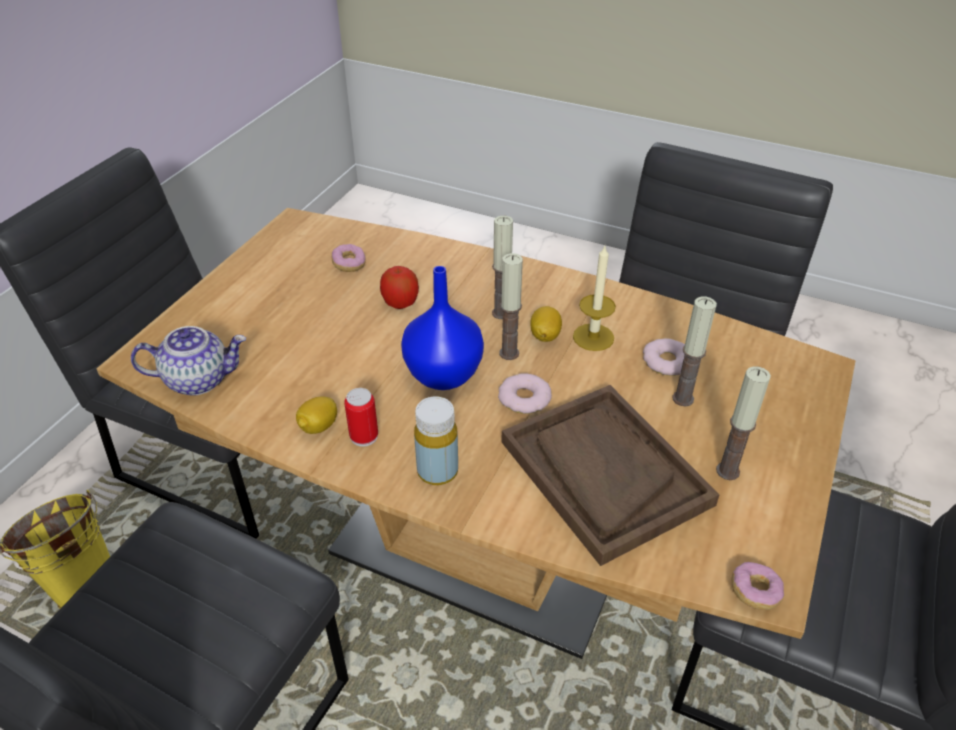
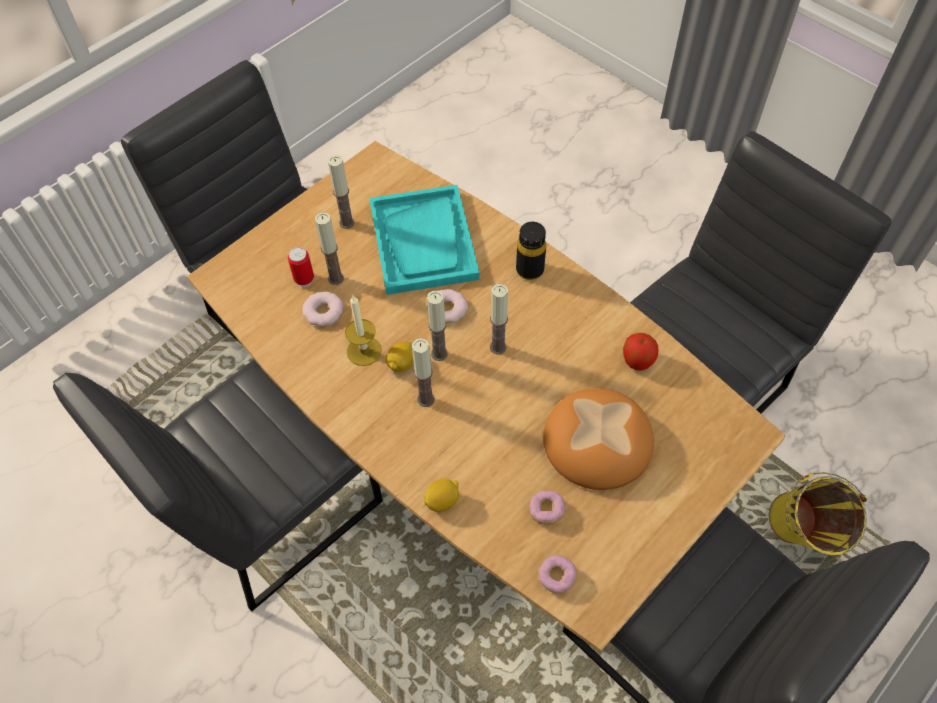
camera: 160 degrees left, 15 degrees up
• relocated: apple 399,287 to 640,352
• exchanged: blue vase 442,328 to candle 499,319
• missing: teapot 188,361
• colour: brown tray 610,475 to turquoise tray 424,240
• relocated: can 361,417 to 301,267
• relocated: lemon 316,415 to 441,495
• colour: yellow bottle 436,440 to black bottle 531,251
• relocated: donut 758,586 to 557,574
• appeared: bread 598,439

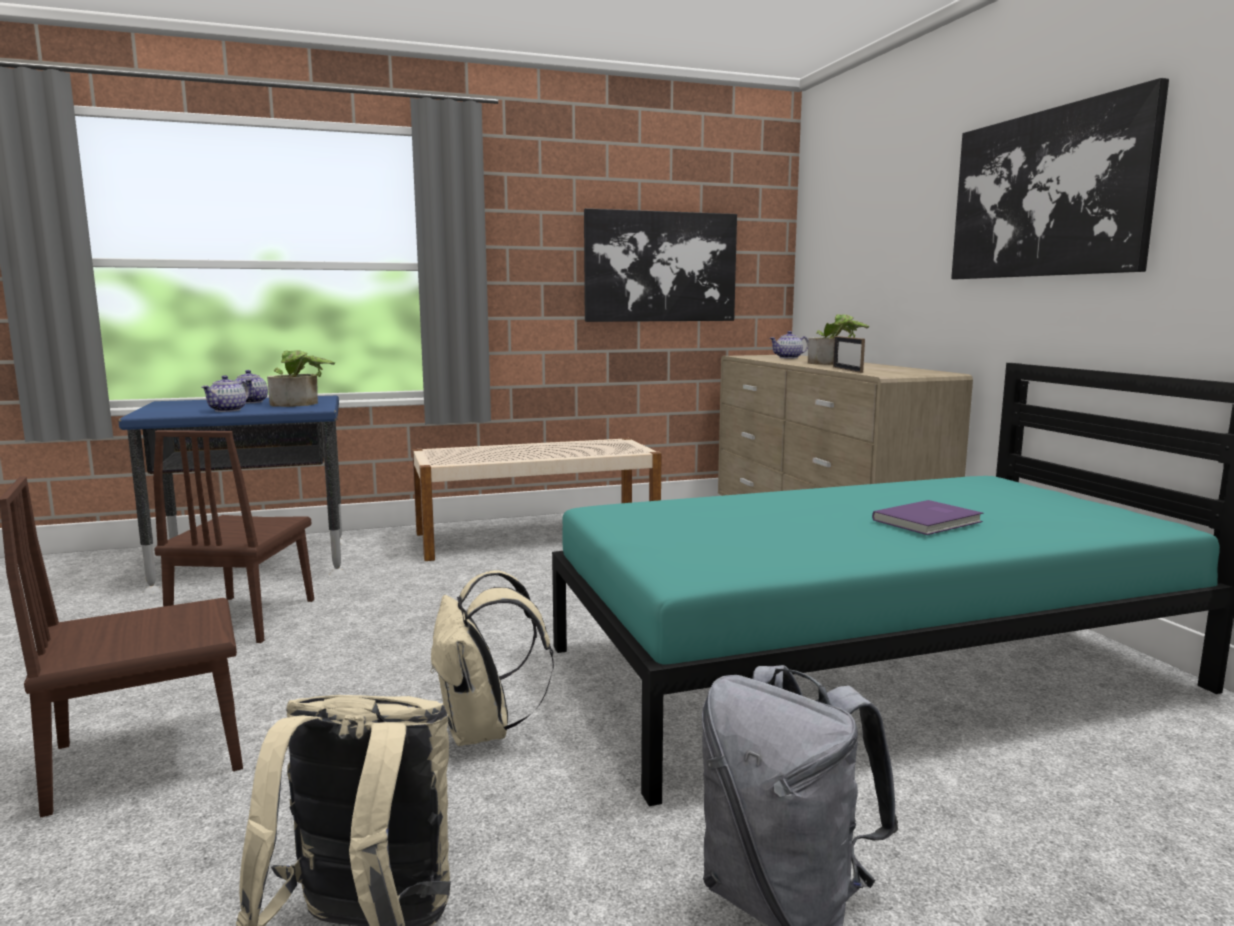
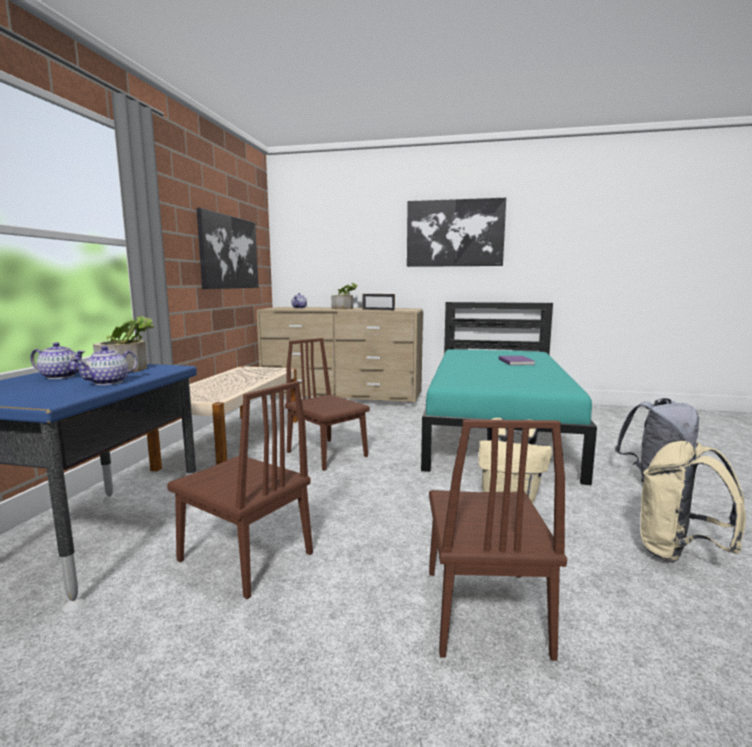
camera: 60 degrees left, 0 degrees up
• spun: teapot 225,393 = 104,365 75 degrees clockwise
• appeared: brown chair 327,404

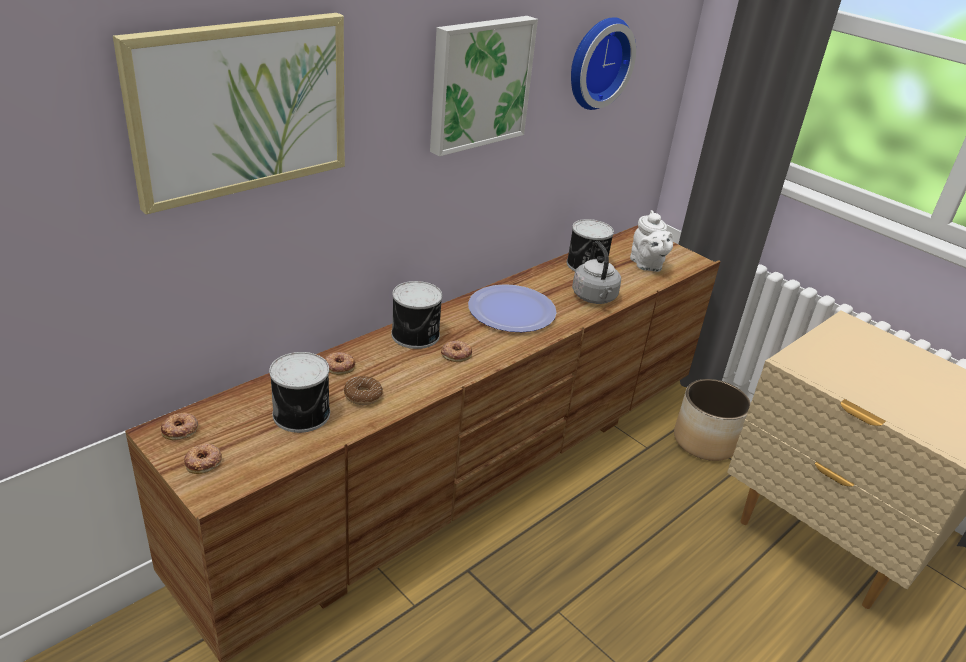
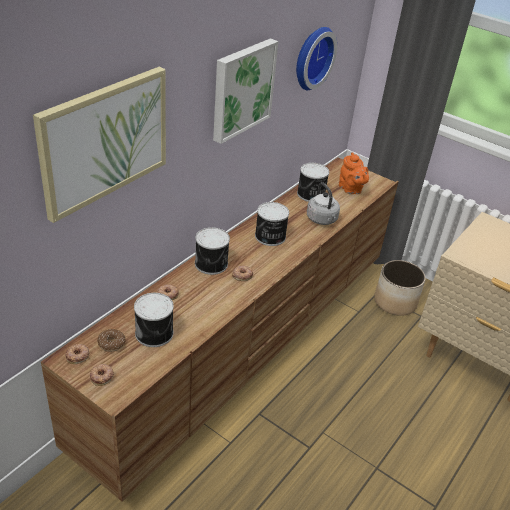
camera: 10 degrees left, 5 degrees up
• colour: white teapot 651,241 to orange teapot 354,173
• exchanged: plate 512,308 to can 272,224
• relocated: donut 363,390 to 111,340

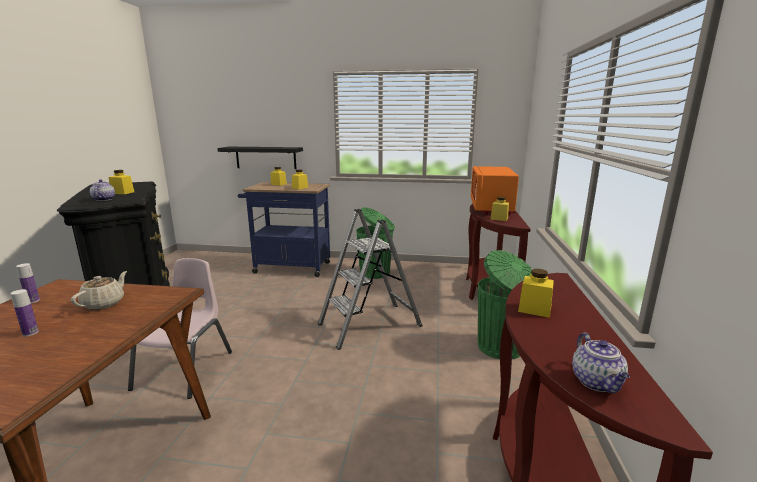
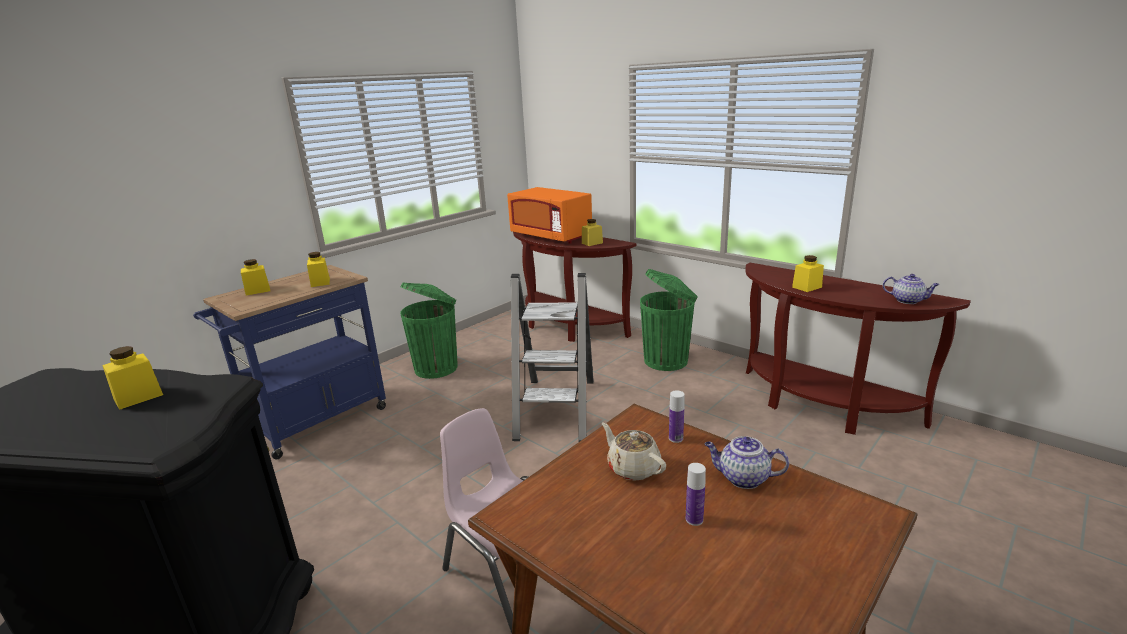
camera: 55 degrees left, 5 degrees up
• missing: black shelf 260,158
• relocated: teapot 102,190 to 747,462
• relocated: bottle 28,283 to 676,416

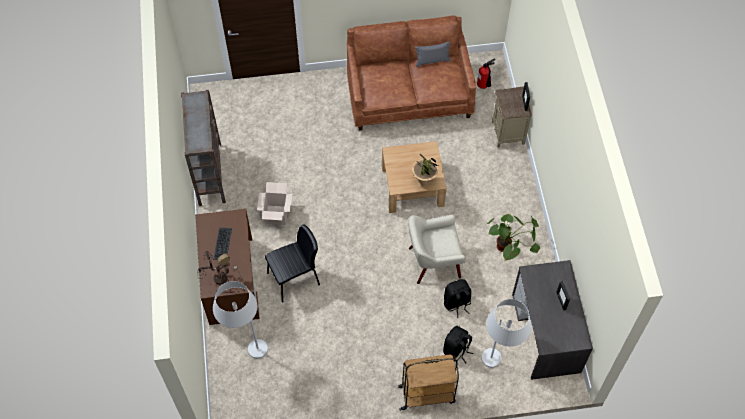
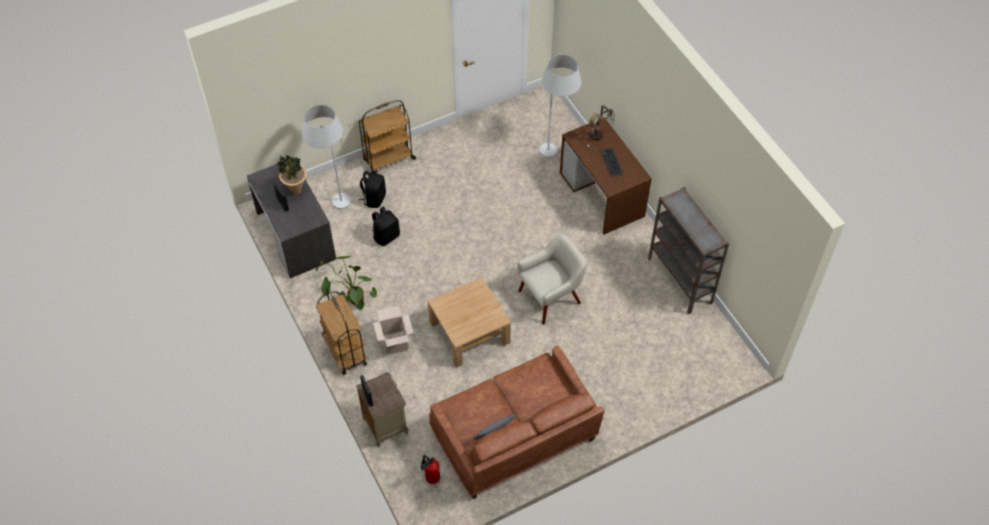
camera: 160 degrees right, 5 degrees down
• relocated: potted plant 425,169 to 292,174
• relocated: cardboard box 275,203 to 393,330
• relocated: beige armchair 437,249 to 551,279
• missing: black chair 292,264
• appeared: brown cart 341,332

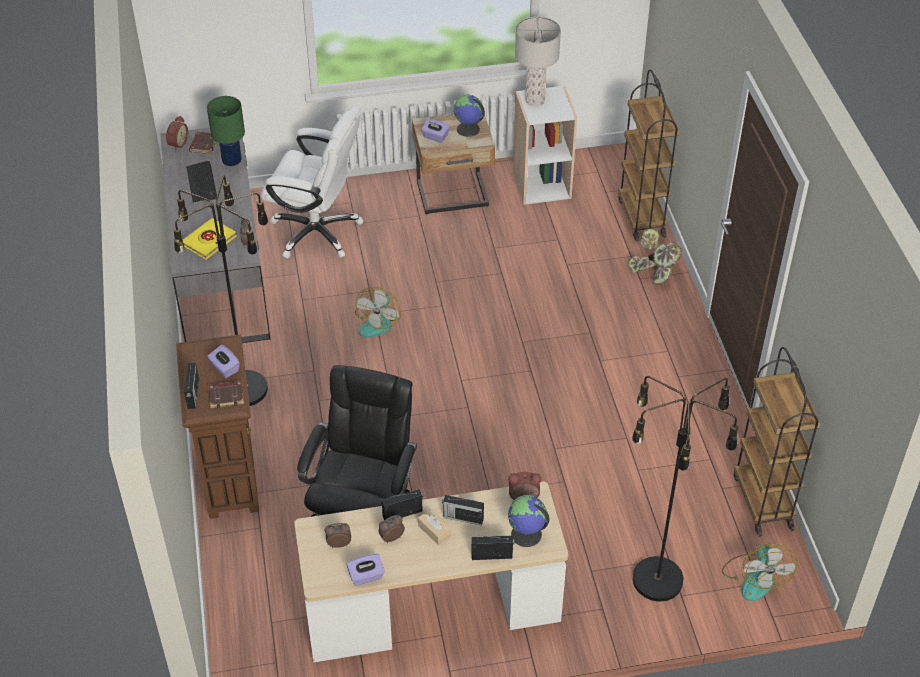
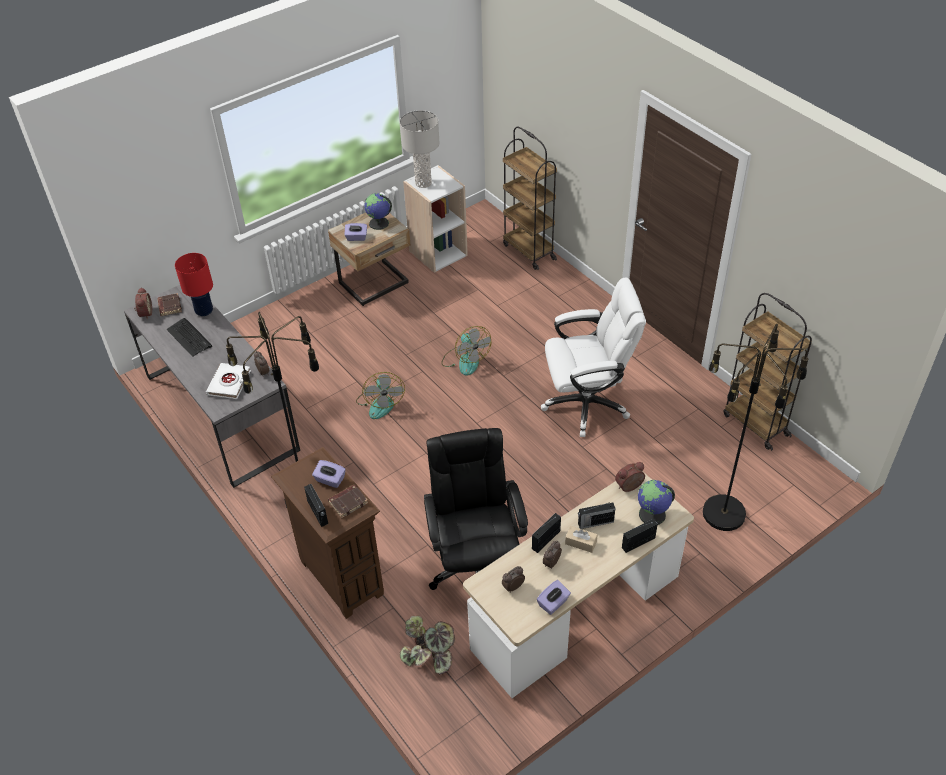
camera: 25 degrees left, 0 degrees up
• colour: green table lamp 226,131 to red table lamp 194,284
• relocated: white office chair 312,182 to 593,357
• colour: yellow book 209,239 to white book 228,381
• relocated: potted plant 655,257 to 427,645
• relocated: fan 759,572 to 466,351

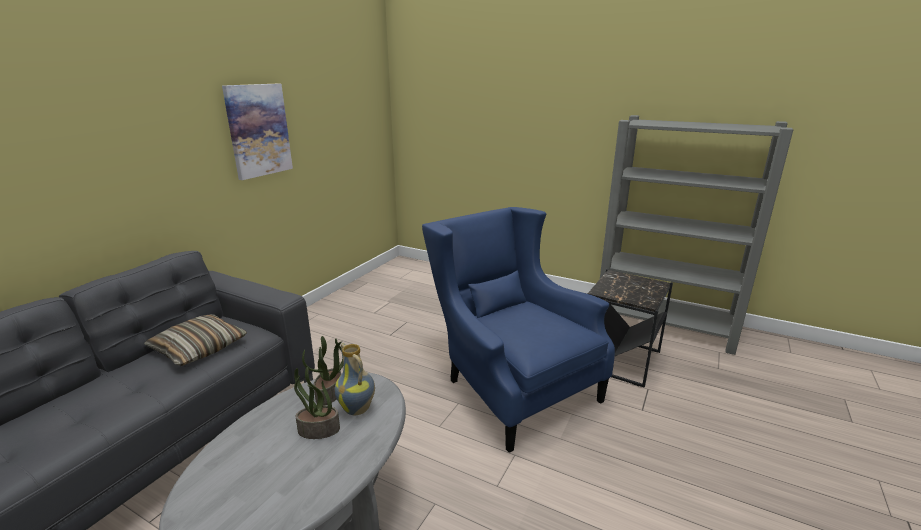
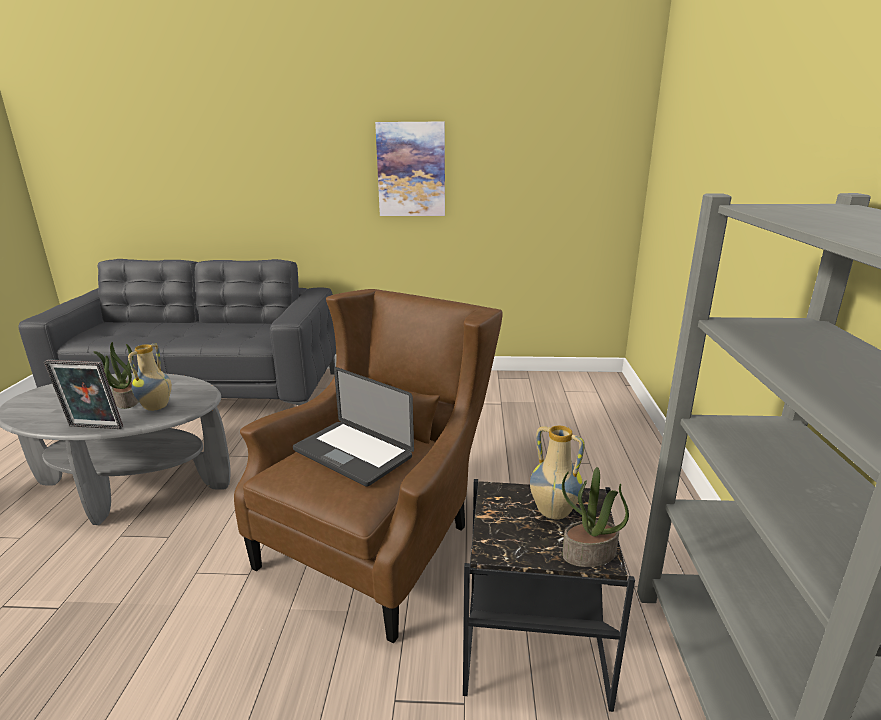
camera: 65 degrees right, 0 degrees up
• colour: blue armchair 518,330 to brown armchair 368,466
• missing: pillow 195,340
• relocated: potted plant 323,370 to 595,517
• appeared: picture frame 83,394
• appeared: laptop 353,427
• appeared: vase 557,473

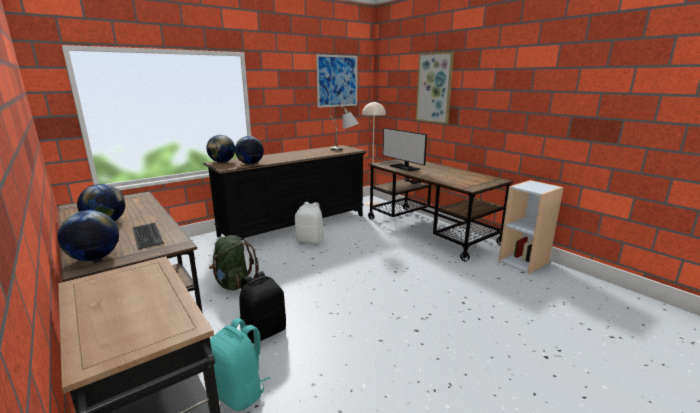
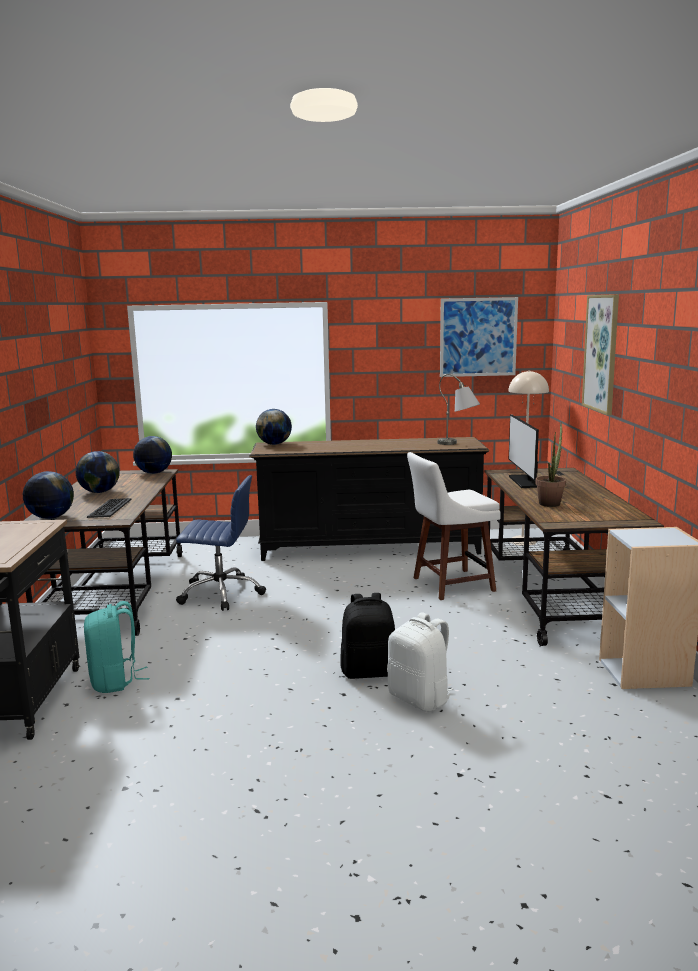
camera: 35 degrees right, 5 degrees down
• relocated: globe 249,150 to 152,455
• relocated: white backpack 309,223 to 420,662
• exchanged: green backpack 234,263 to blue office chair 221,543
• relocated: black backpack 262,307 to 367,636
• appeared: potted plant 550,465
• appeared: white stool 454,526

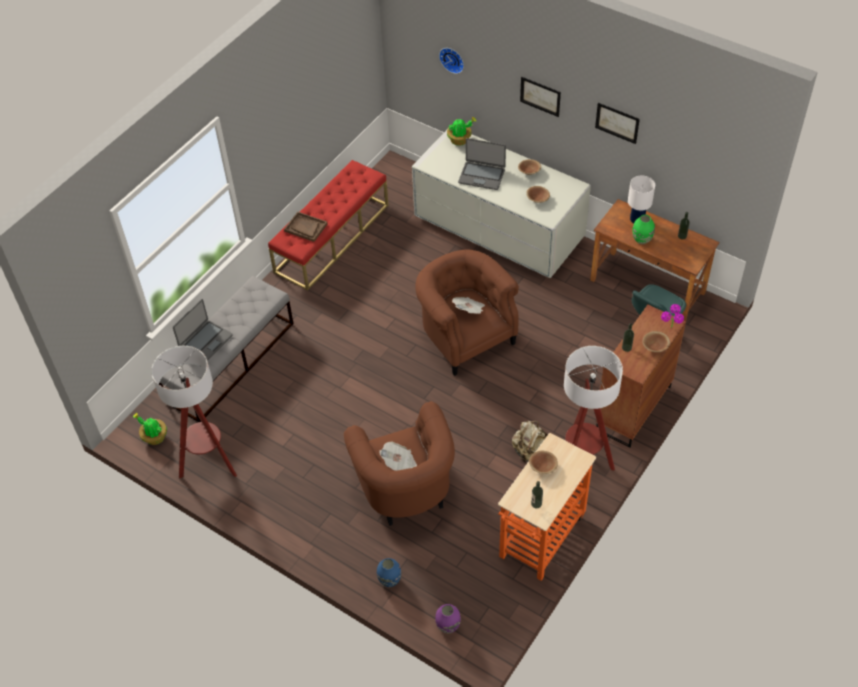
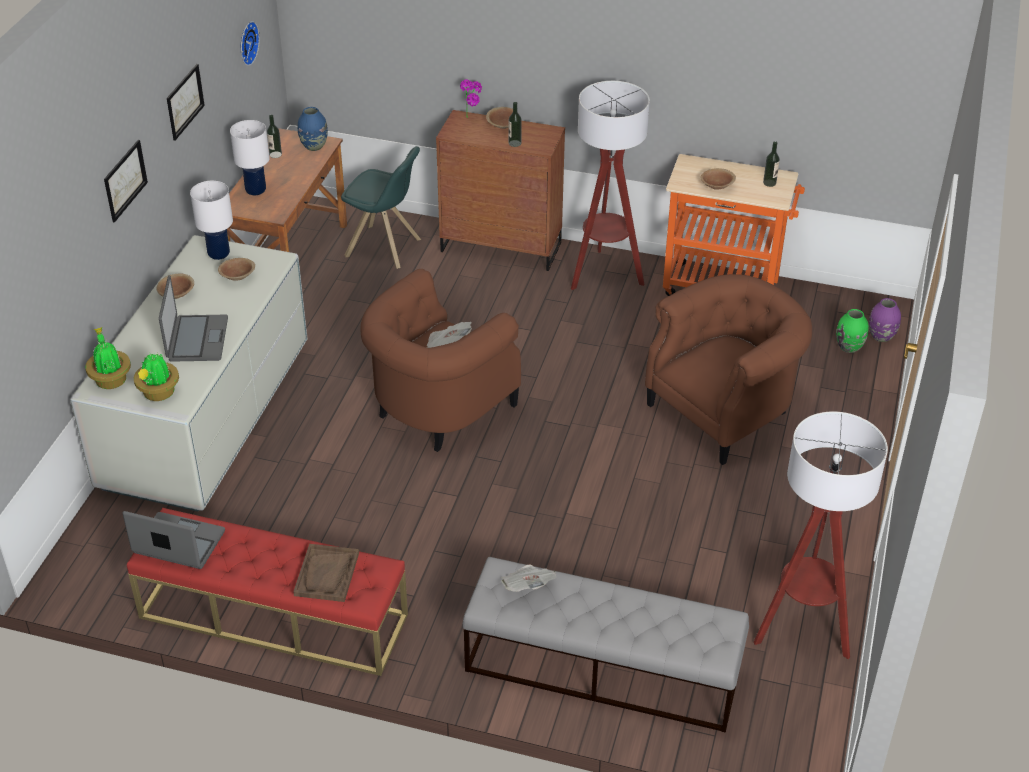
camera: 110 degrees left, 10 degrees down
• relocated: wall clock 451,61 to 250,43
• relocated: green vase 643,229 to 852,331
• relocated: laptop 203,330 to 174,540
• relocated: potted plant 150,429 to 156,376
• missing: beige backpack 530,442
• relocated: newspaper 398,456 to 529,578
• relocated: blue vase 389,572 to 313,129
• appeared: white table lamp 211,220

